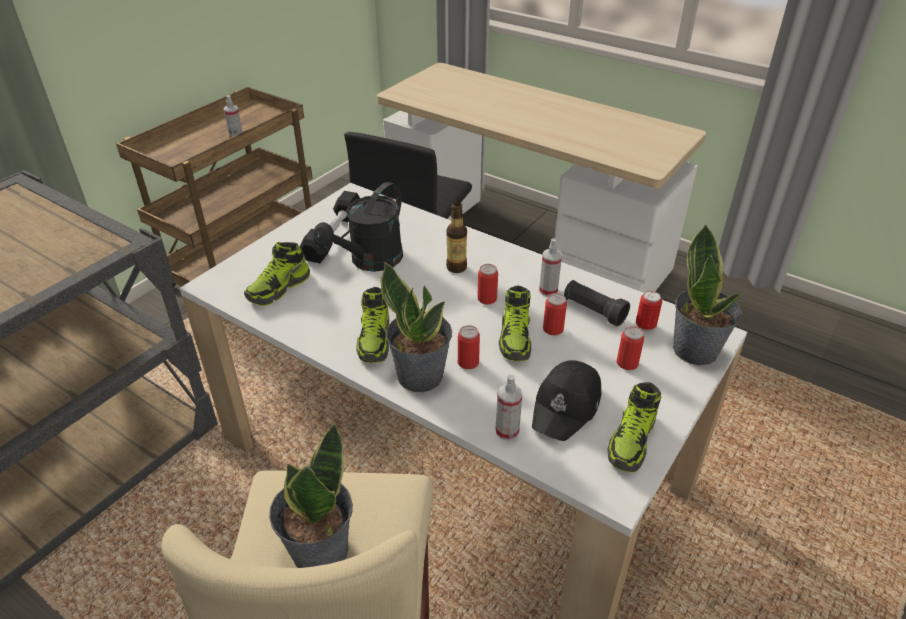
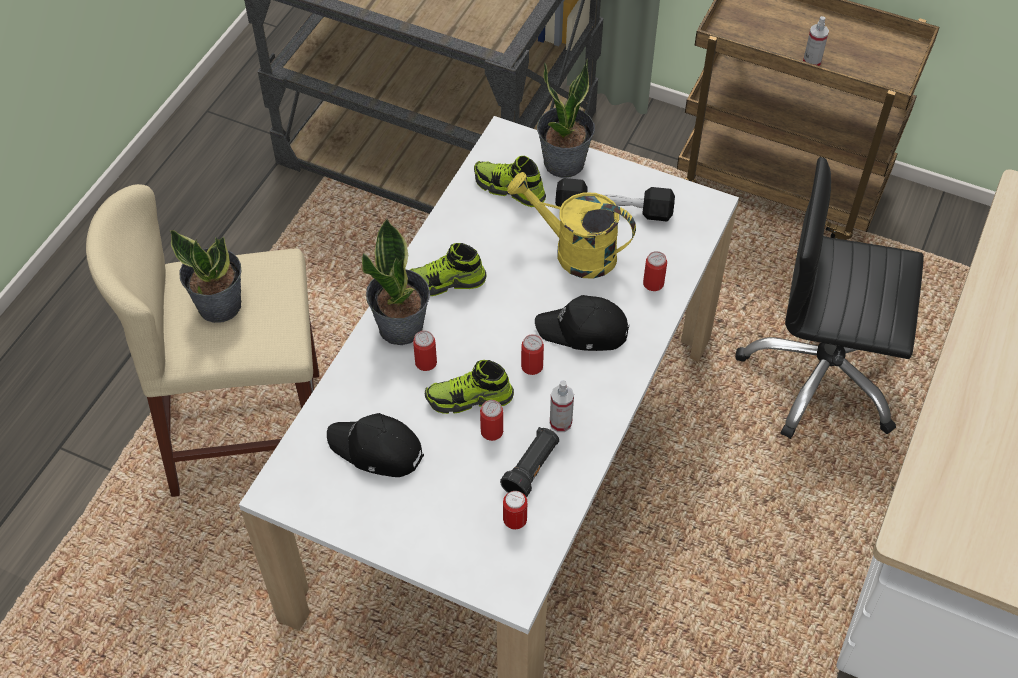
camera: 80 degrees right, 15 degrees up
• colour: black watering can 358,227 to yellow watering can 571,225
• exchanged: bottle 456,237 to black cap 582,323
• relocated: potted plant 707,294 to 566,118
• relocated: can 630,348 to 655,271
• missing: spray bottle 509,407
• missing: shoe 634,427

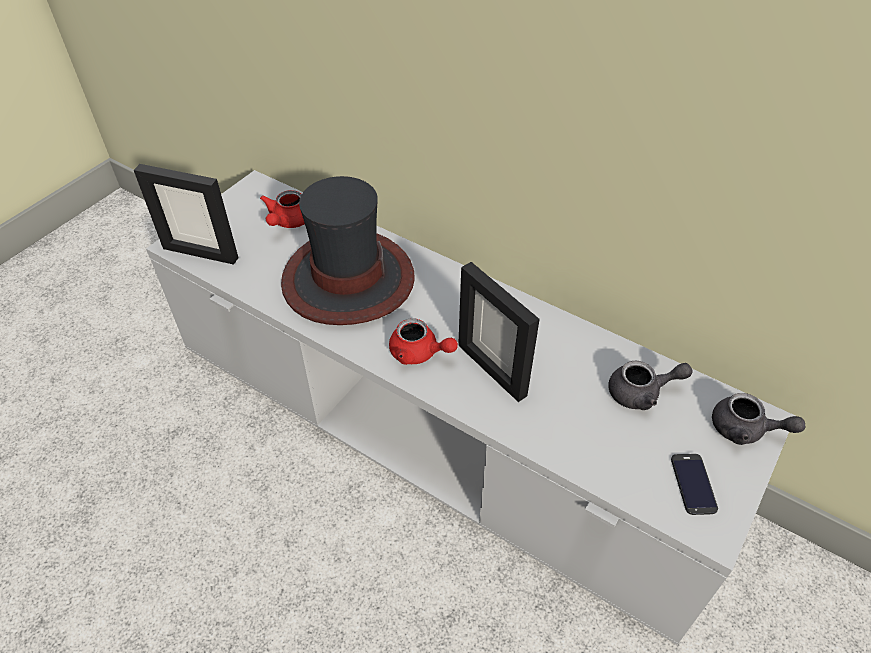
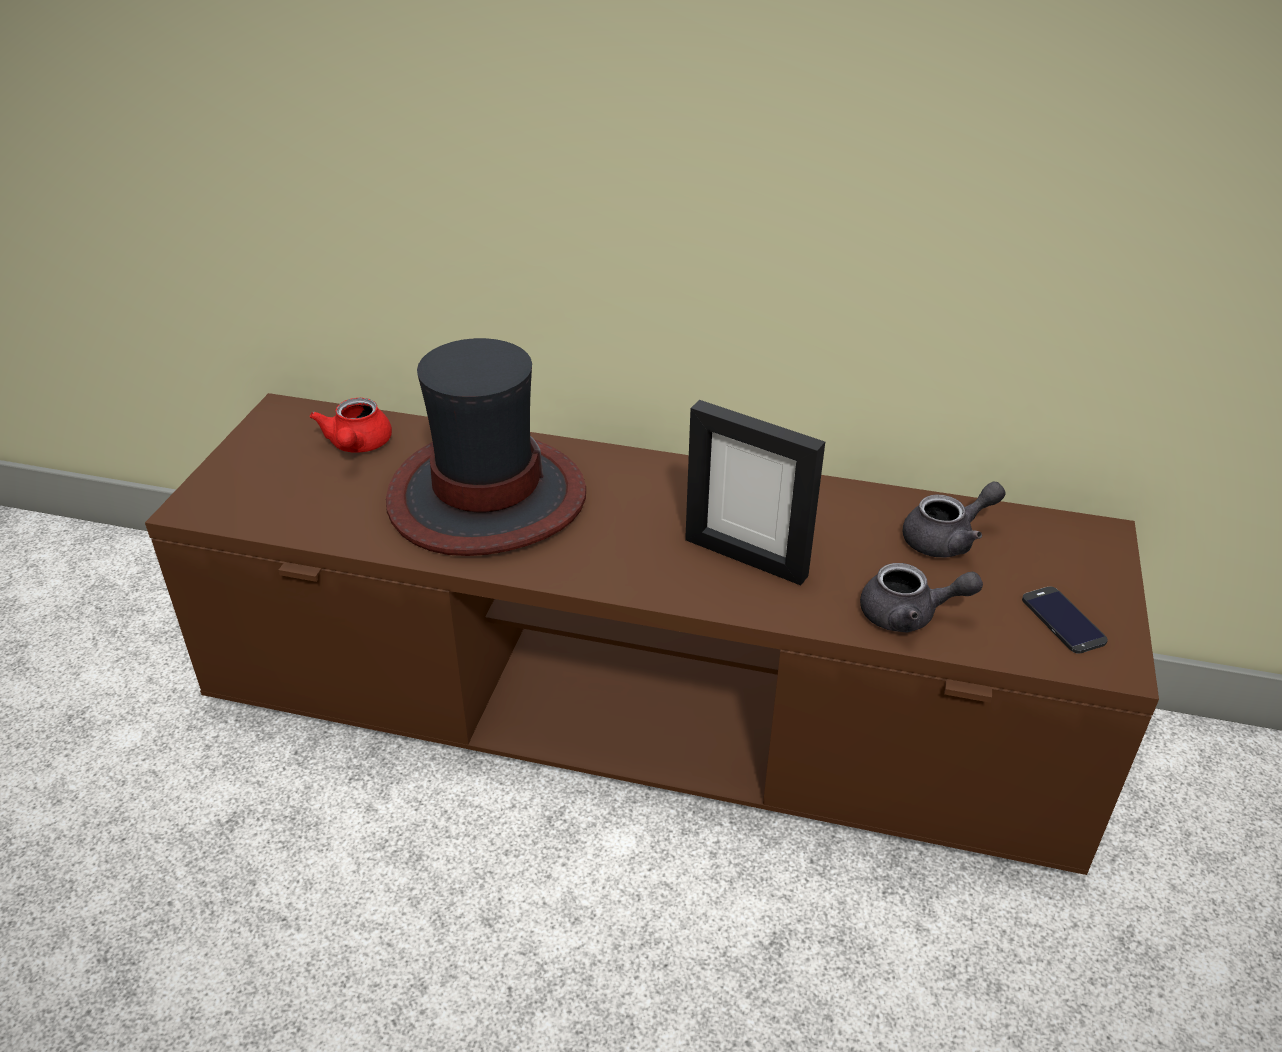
camera: 20 degrees left, 10 degrees down
• missing: picture frame 186,214
• colour: white tv stand 470,407 to brown tv stand 652,634
• missing: red teapot 423,341
• relocated: grey teapot 758,419 to 921,598

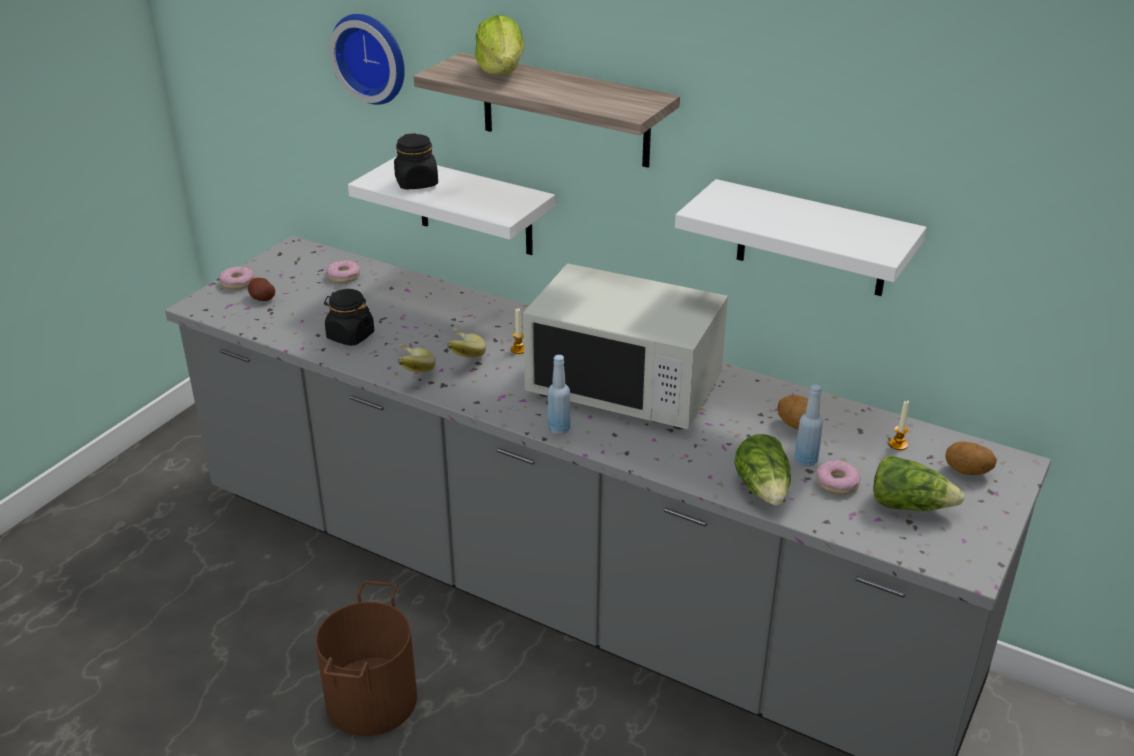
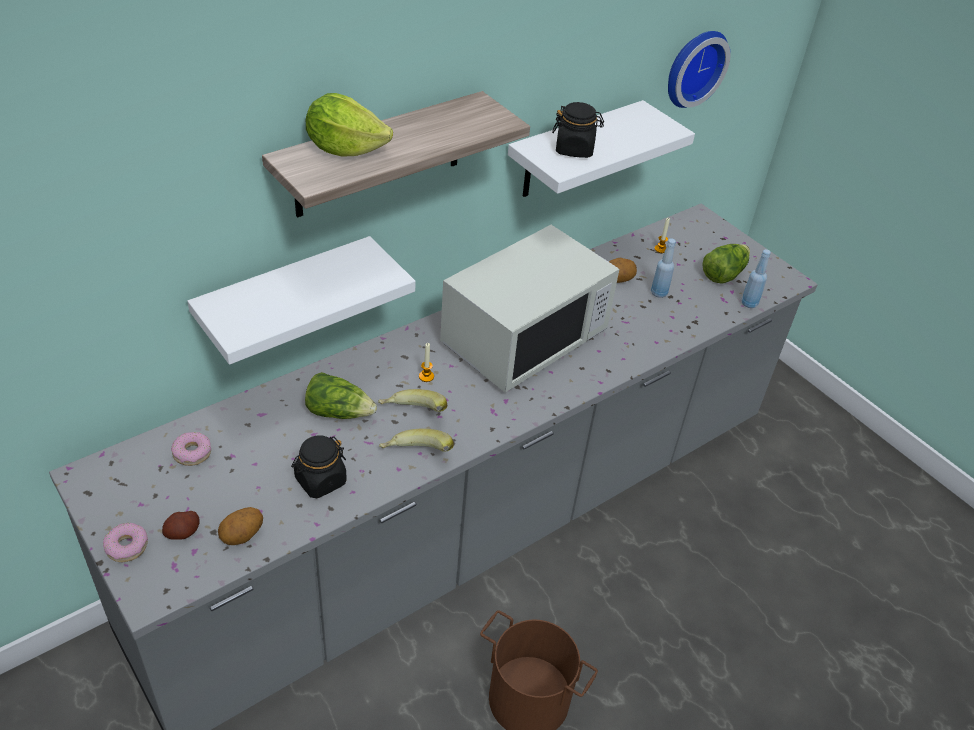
camera: 70 degrees left, 10 degrees up
• relocated: wall clock 367,59 to 699,69
• relocated: black jar 416,161 to 578,130
• relocated: blue bottle 559,395 to 756,278
• relocated: lettuce 763,469 to 341,395
• relocated: potato 971,458 to 240,526
• missing: donut 838,477

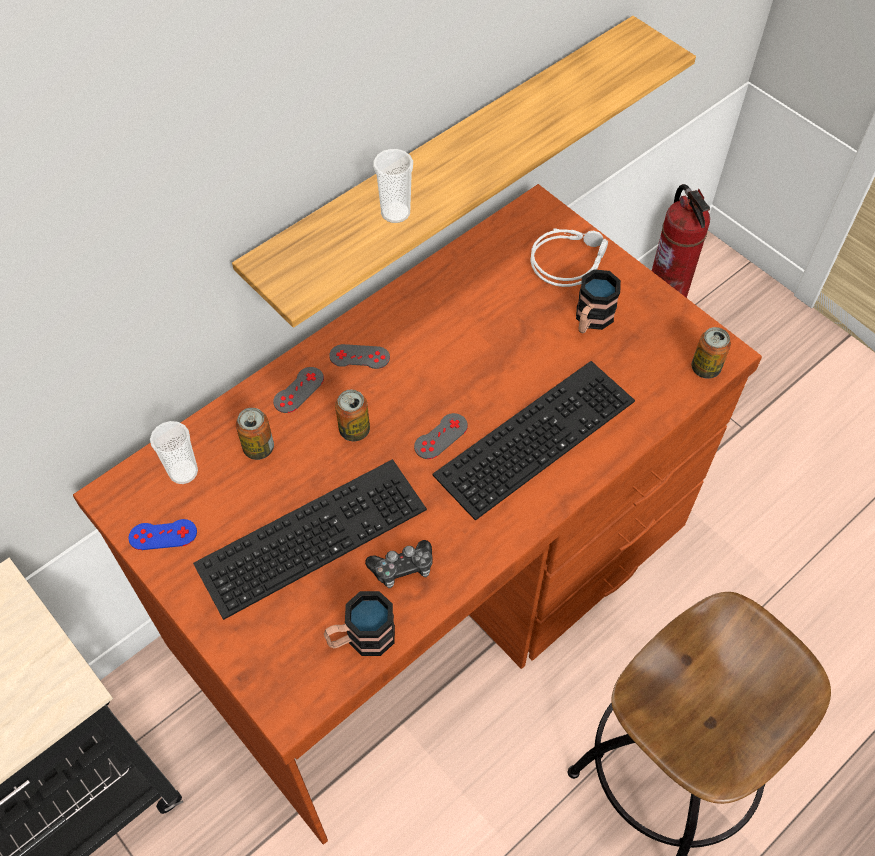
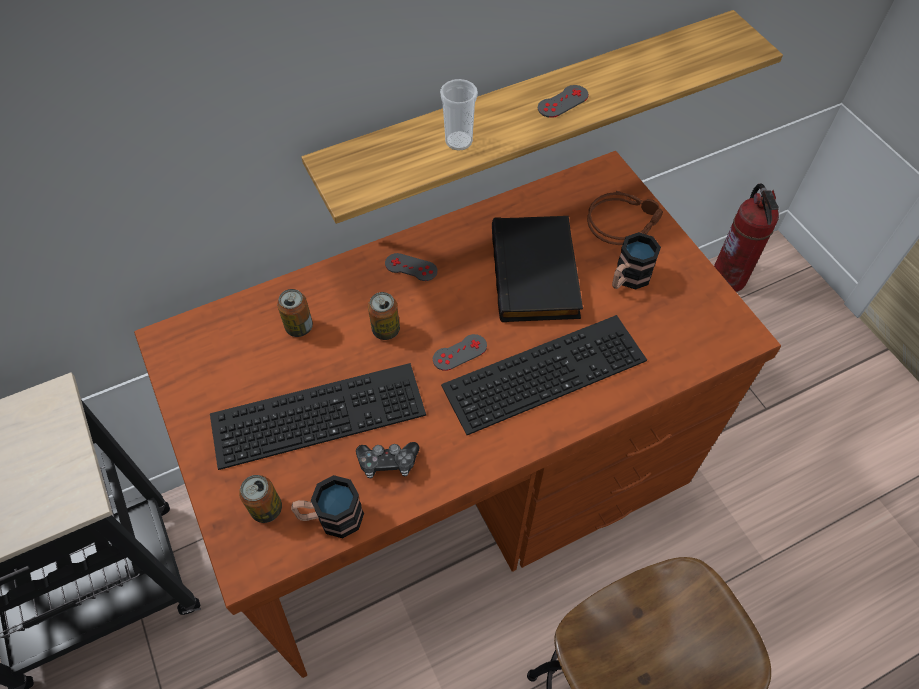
camera: 15 degrees right, 0 degrees up
• colour: grey headphones 569,257 to brown headphones 625,218
• relocated: can 711,353 to 260,499
• relocated: grey game controller 298,390 to 563,101
• missing: cup 174,452
• missing: blue game controller 162,534
• appeared: black book 537,269

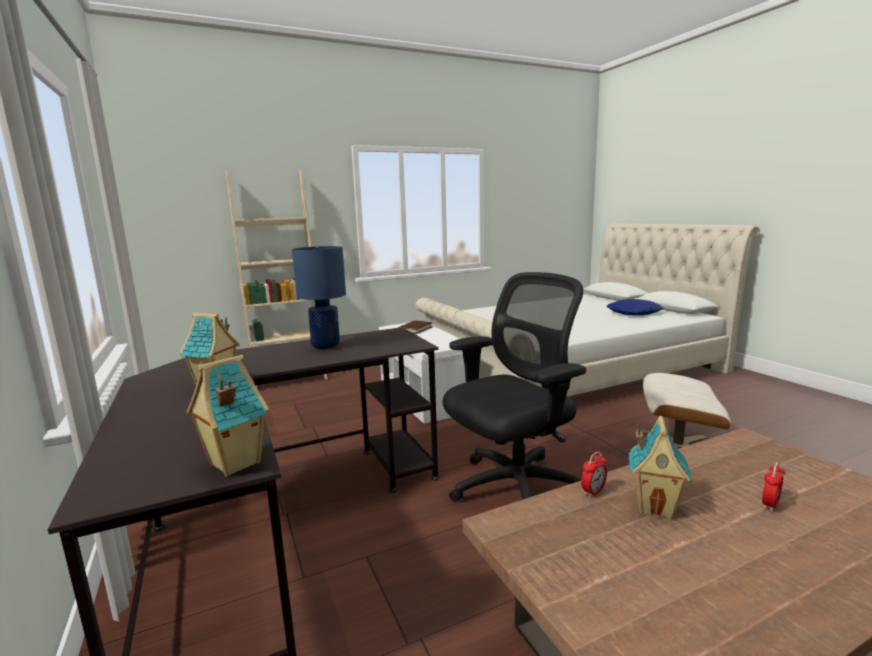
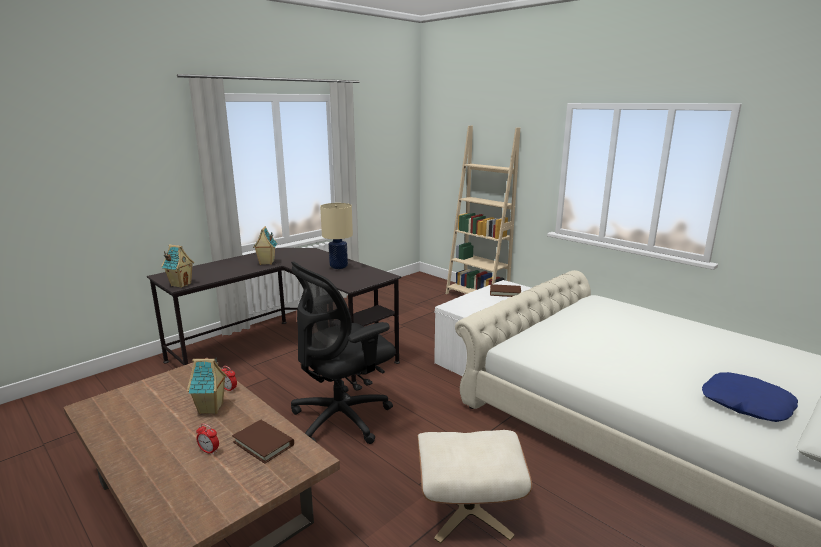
camera: 70 degrees right, 5 degrees up
• colour: blue table lamp 319,297 to beige table lamp 336,236
• spun: black office chair 514,387 = 343,353 105 degrees clockwise
• appeared: brown book 263,442

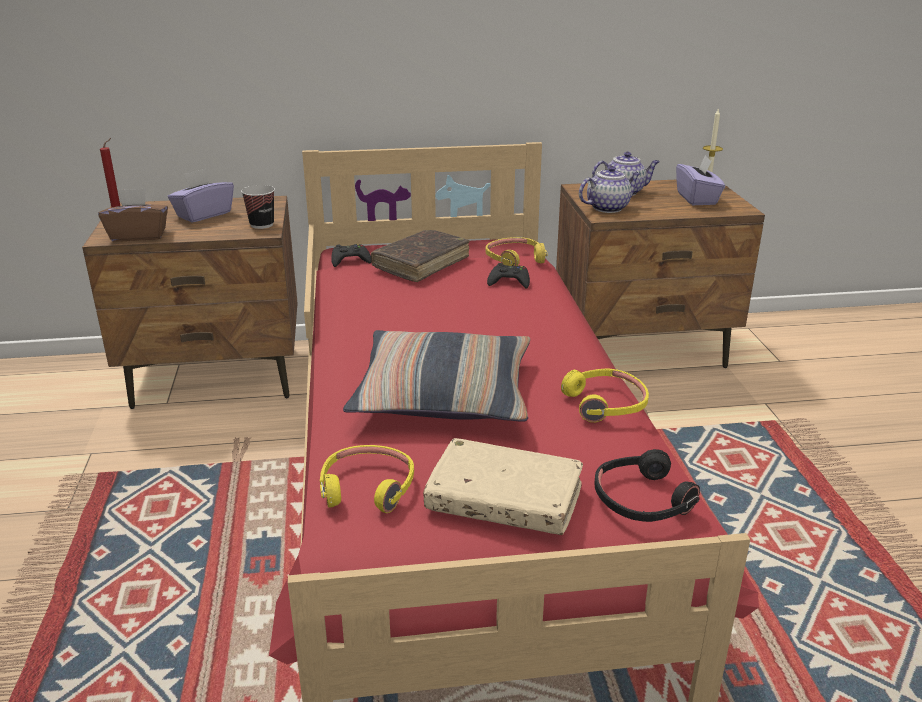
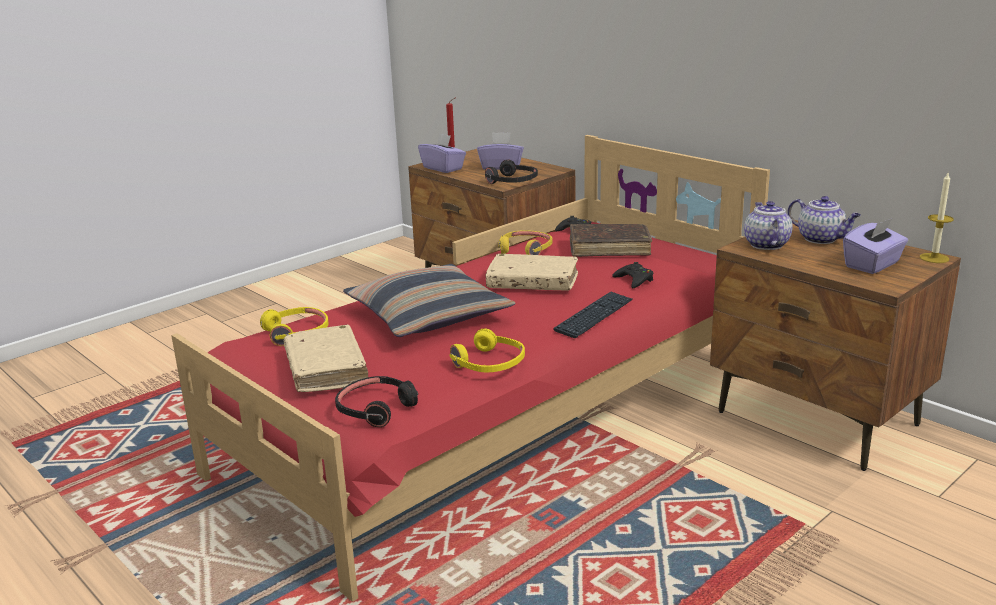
camera: 55 degrees right, 5 degrees down
• spun: teapot 610,189 = 768,225 120 degrees counterclockwise
• exchanged: cup 258,207 to black headphones 511,172
• colour: brown tissue box 133,215 to purple tissue box 442,153
• relocated: yellow headphones 517,251 to 525,242
• appeared: beige book 531,272
• appeared: keyboard 593,314

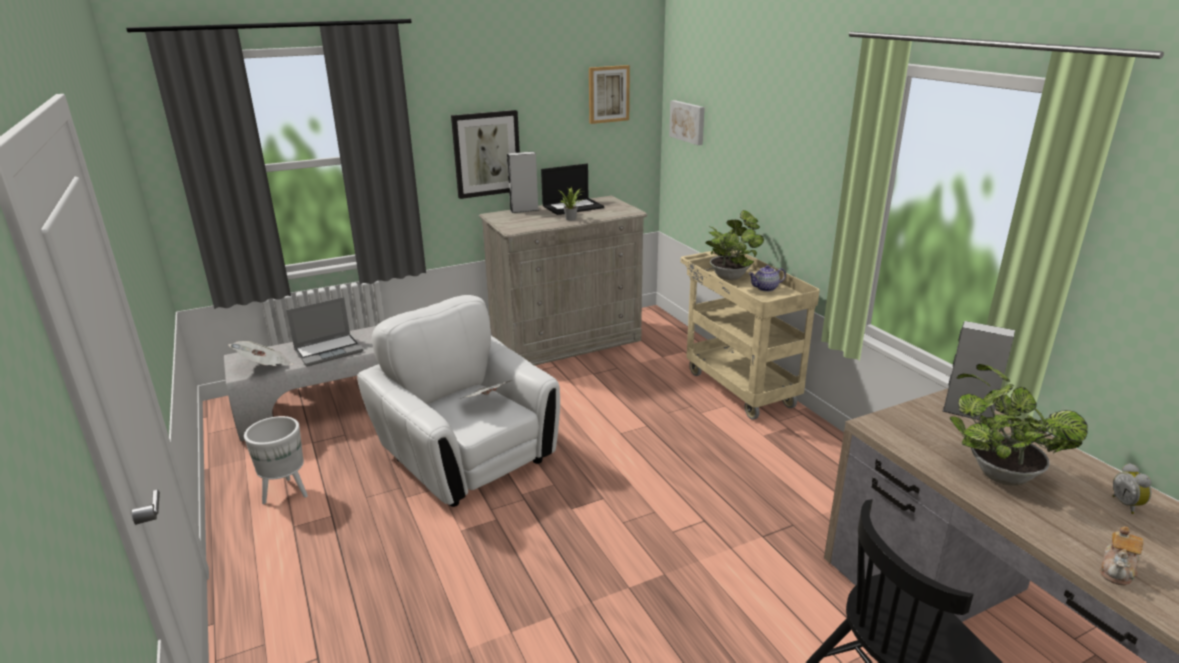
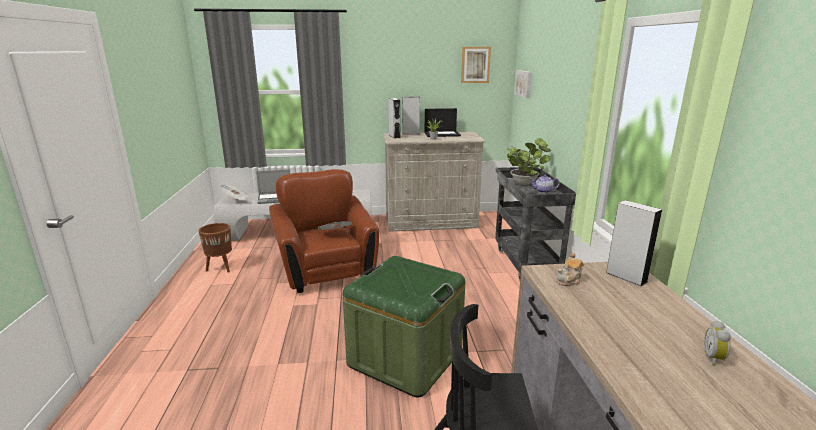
camera: 20 degrees right, 5 degrees down
• missing: picture 485,154
• colour: beige cart 750,334 to black cart 535,224
• colour: white armchair 458,401 to brown armchair 324,231
• missing: potted plant 1019,425
• colour: white planter 276,460 to brown planter 215,248
• relocated: teapot 1122,555 to 570,269
• appeared: grey speaker 394,118
• appeared: green storage box 404,327

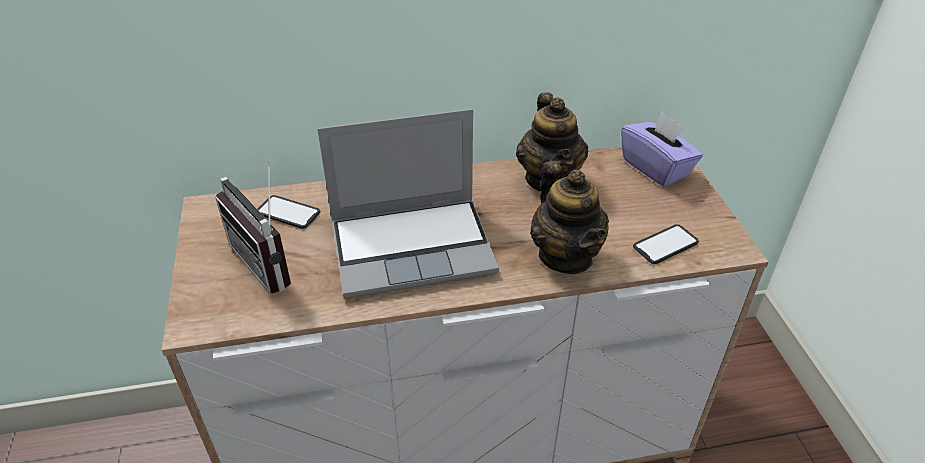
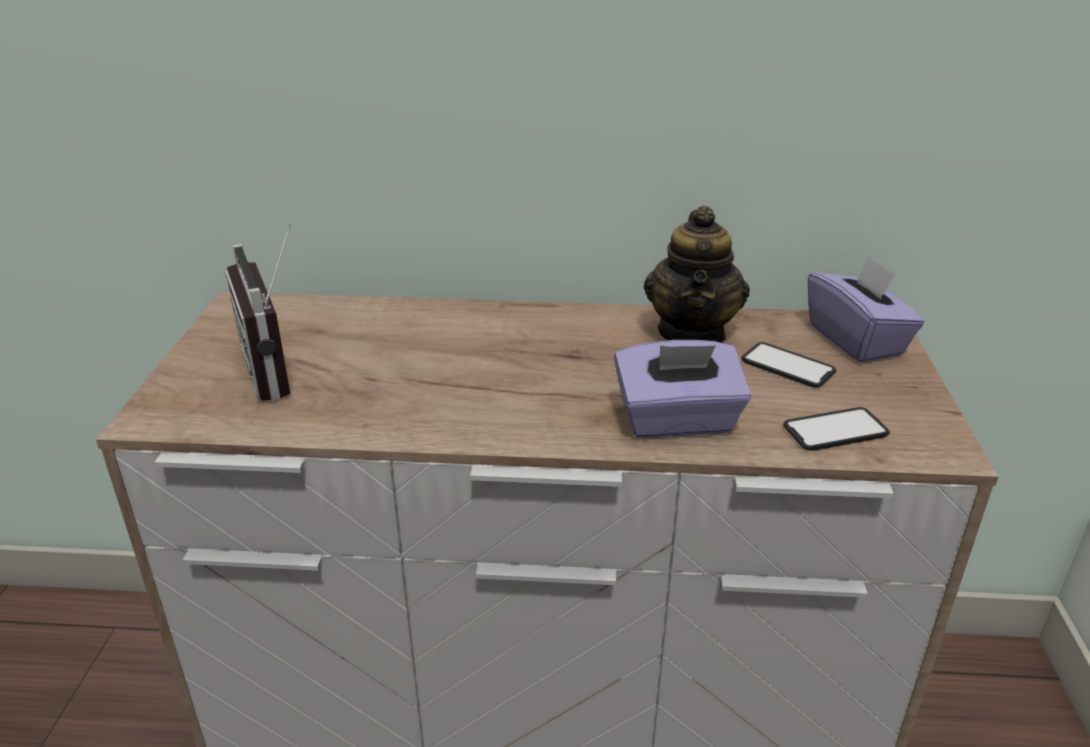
camera: 15 degrees right, 10 degrees down
• missing: laptop 408,203
• exchanged: teapot 569,217 to purple tissue box 682,389
• relocated: phone 289,211 to 788,365

